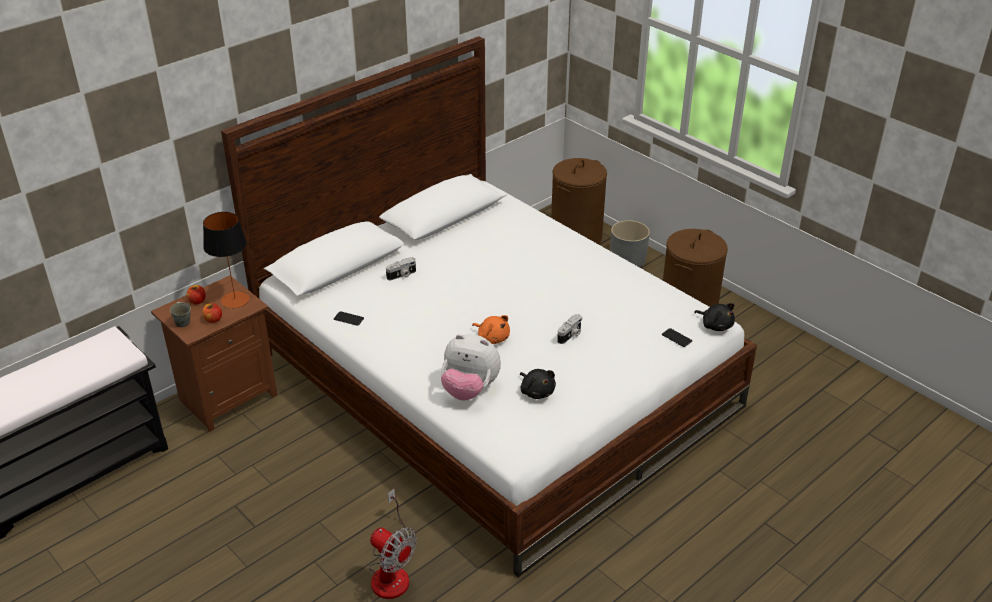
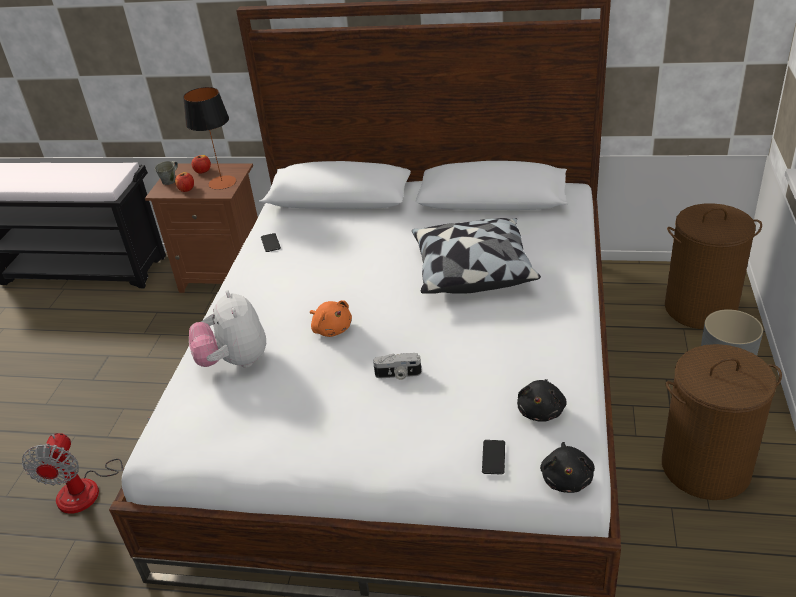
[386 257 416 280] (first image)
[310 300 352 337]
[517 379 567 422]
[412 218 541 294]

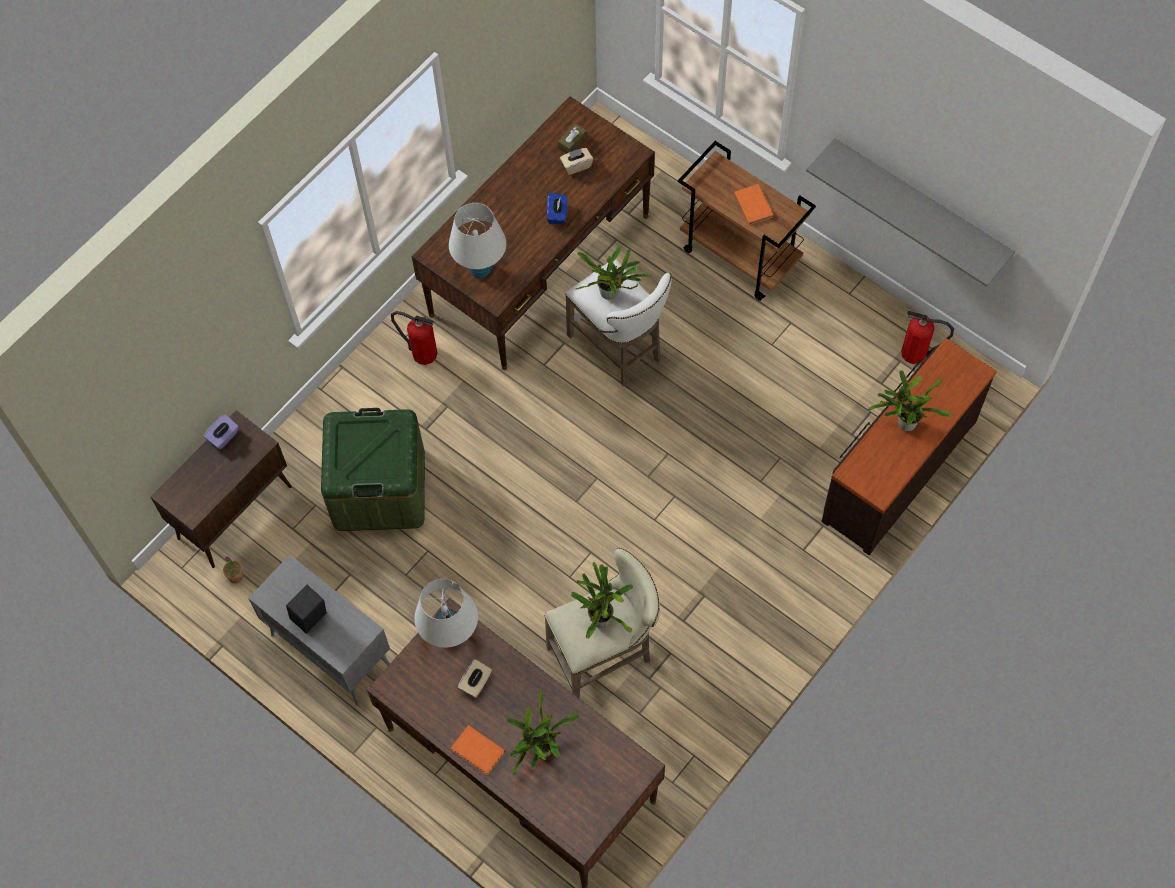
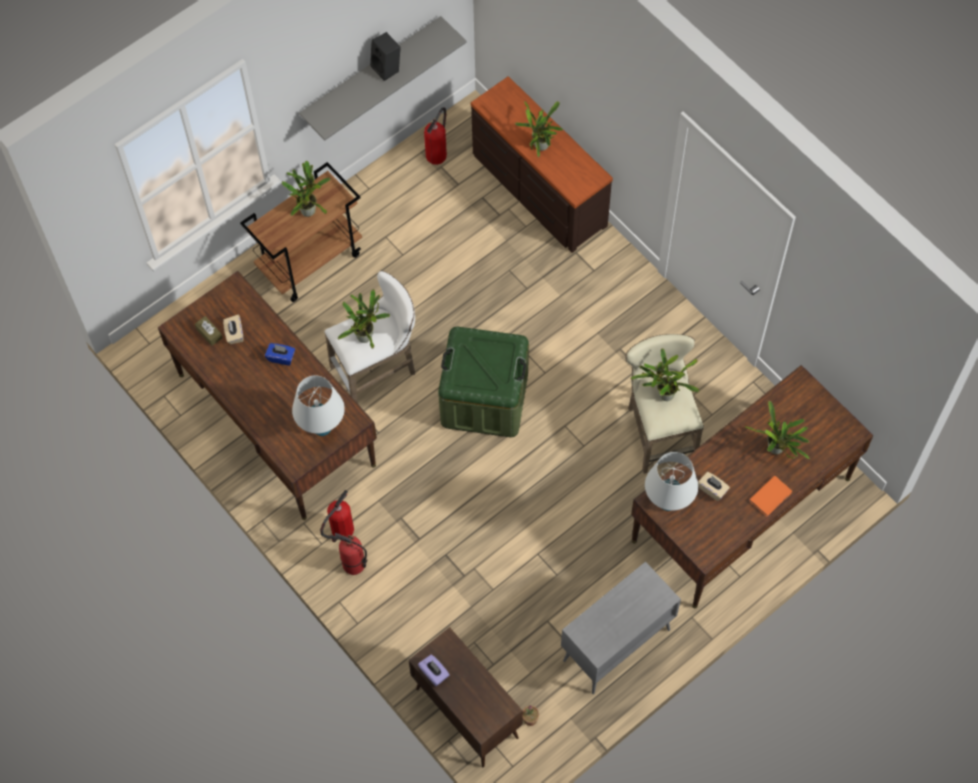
[282 161 331 217]
[438 327 529 437]
[370 32 401 81]
[334 533 367 575]

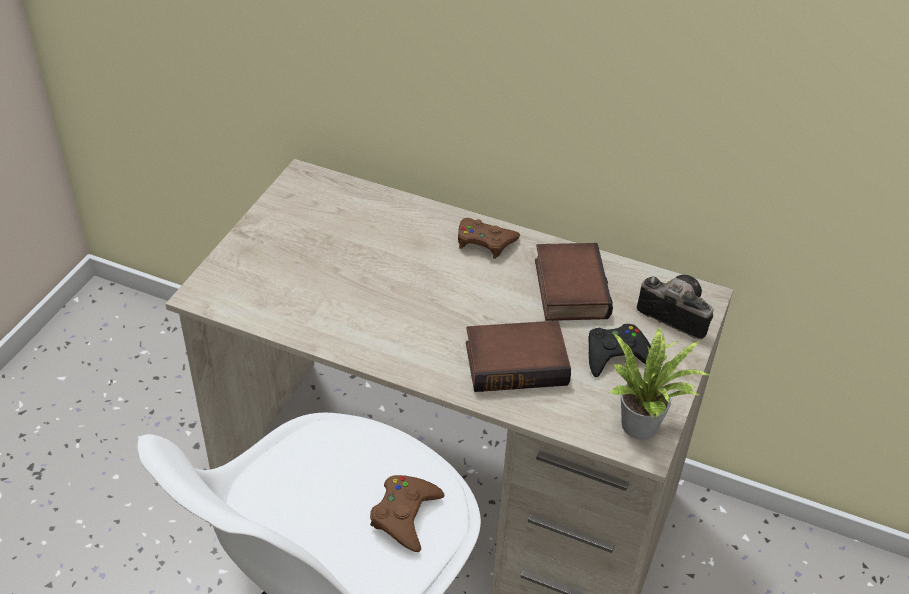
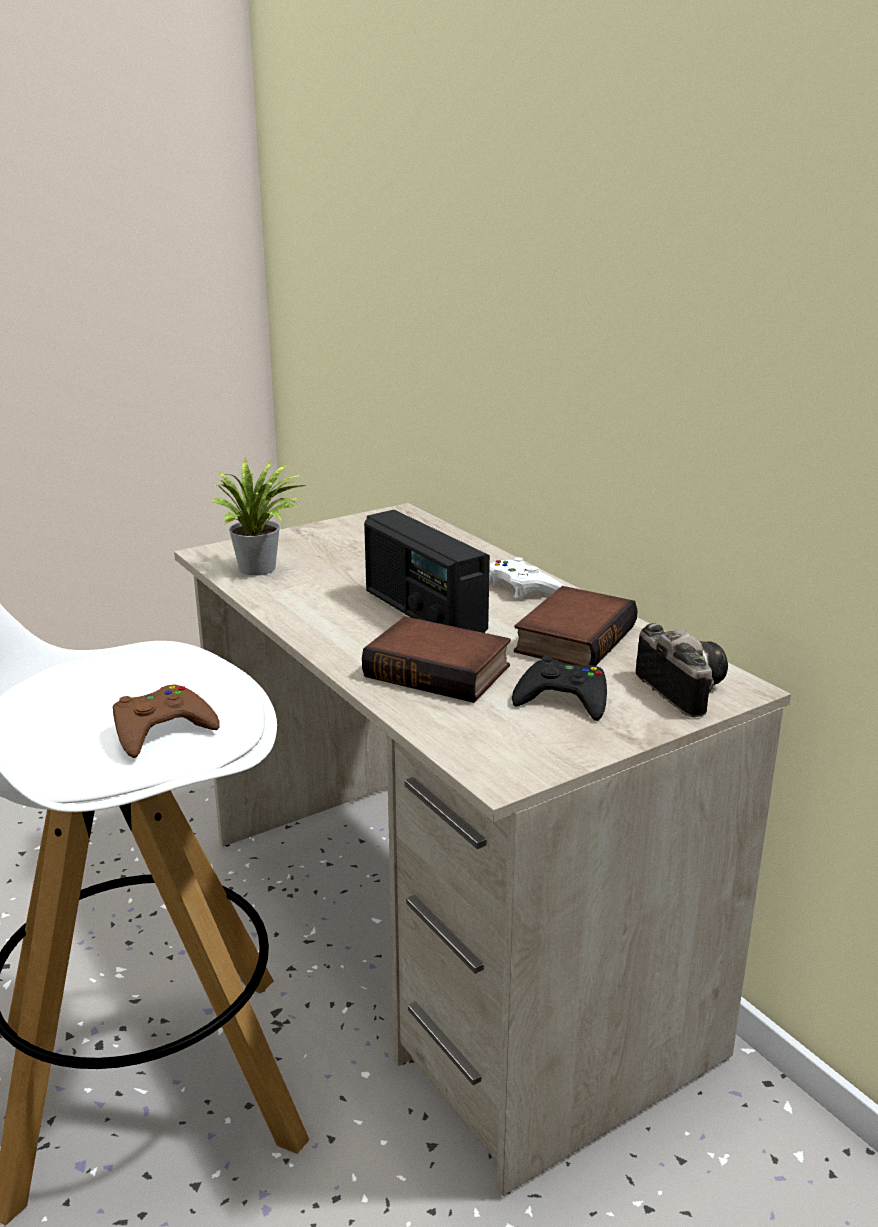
[489 557 564 599]
[211 458 306 575]
[364 510 490 633]

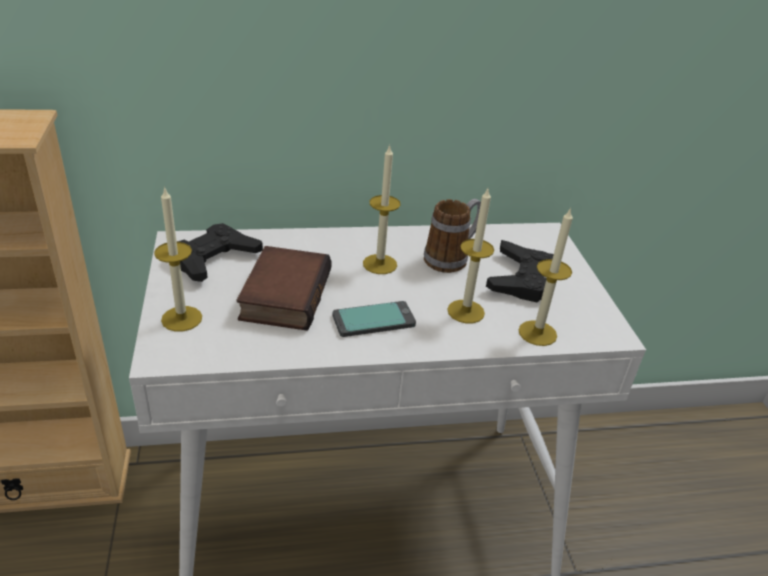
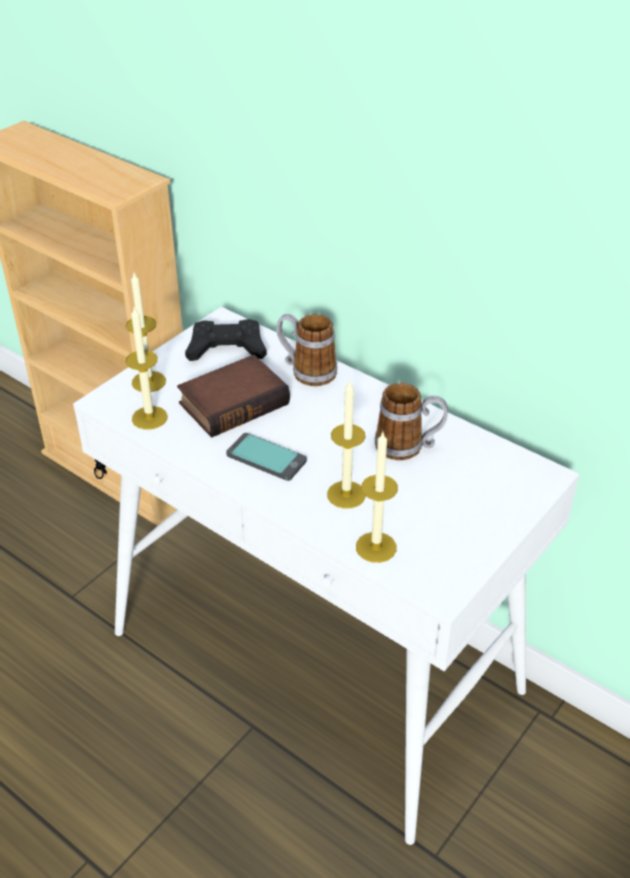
[126 307 168 430]
[486 240 554 302] (first image)
[276 314 337 386]

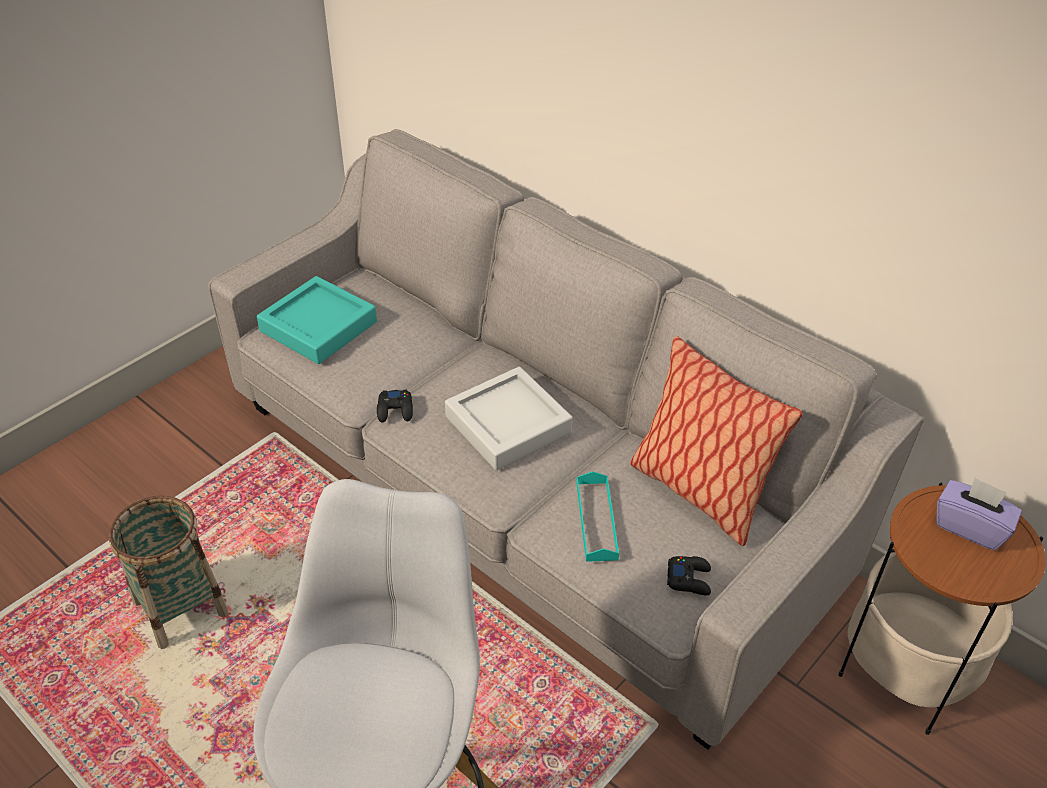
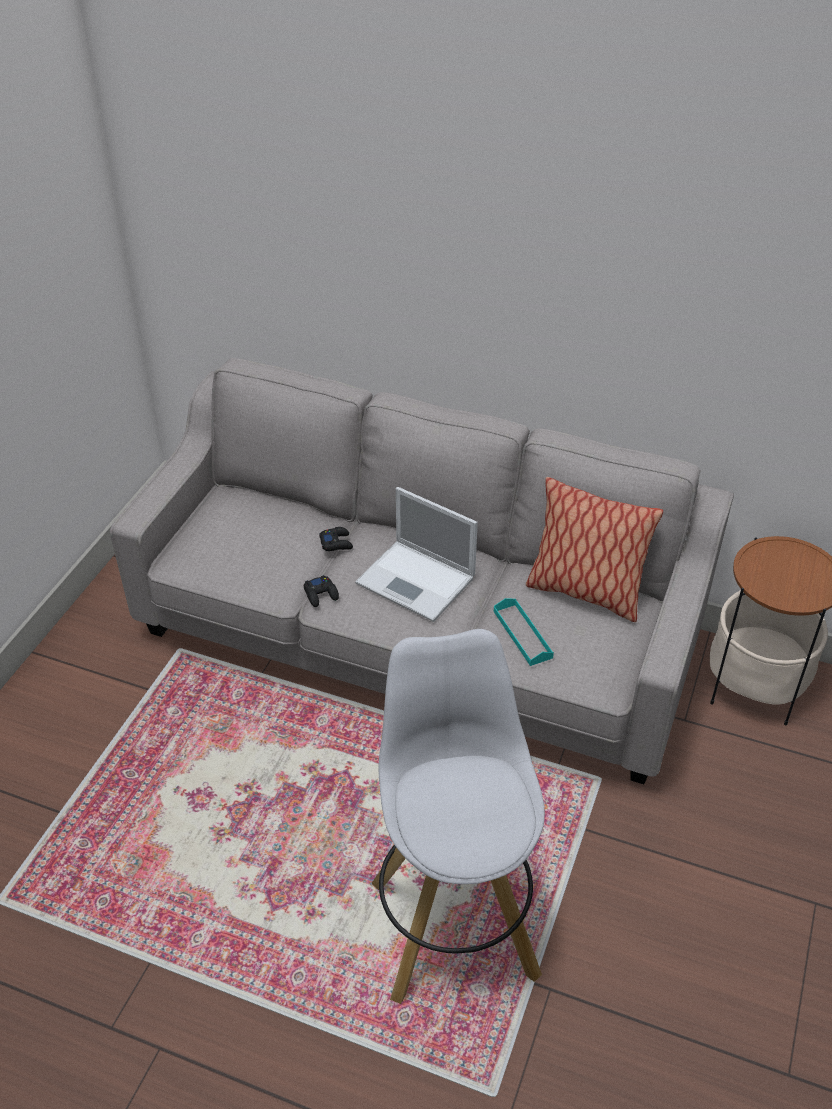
[257 276 377 364] (first image)
[355 487 478 622]
[937 477 1022 550] (first image)
[109 496 228 649] (first image)
[319 527 353 551]

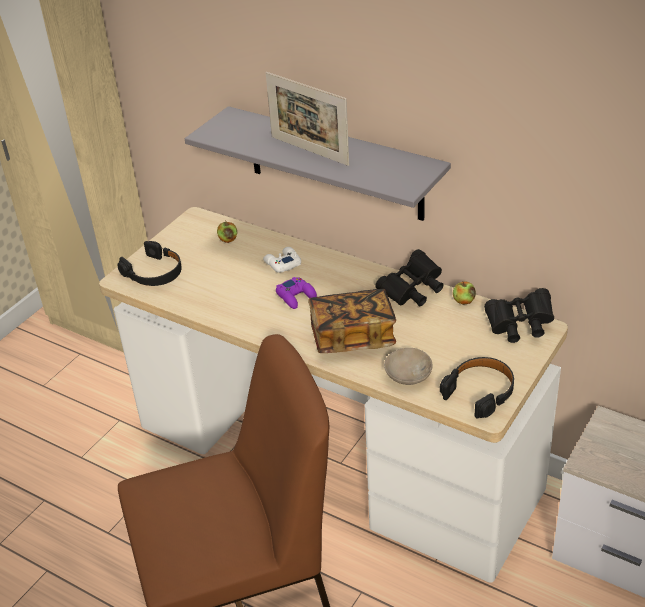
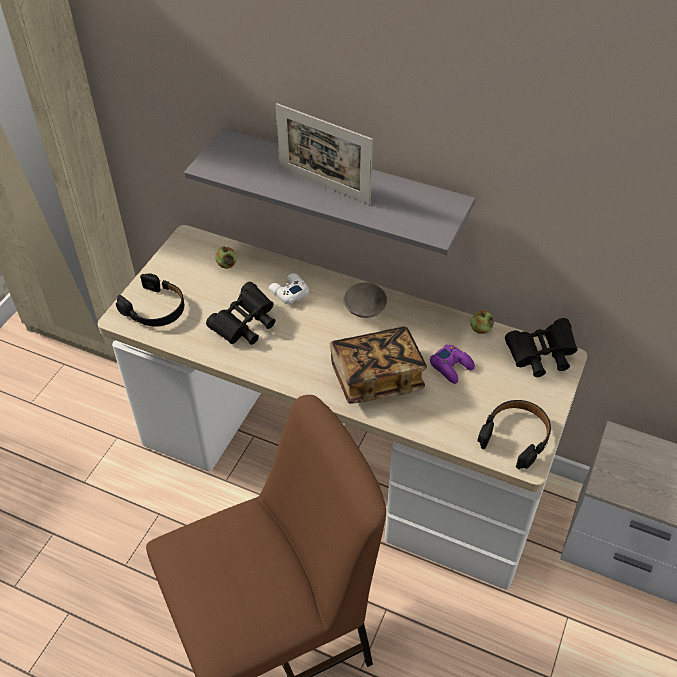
[206 282 275 345]
[430 344 475 384]
[343 283 387 318]

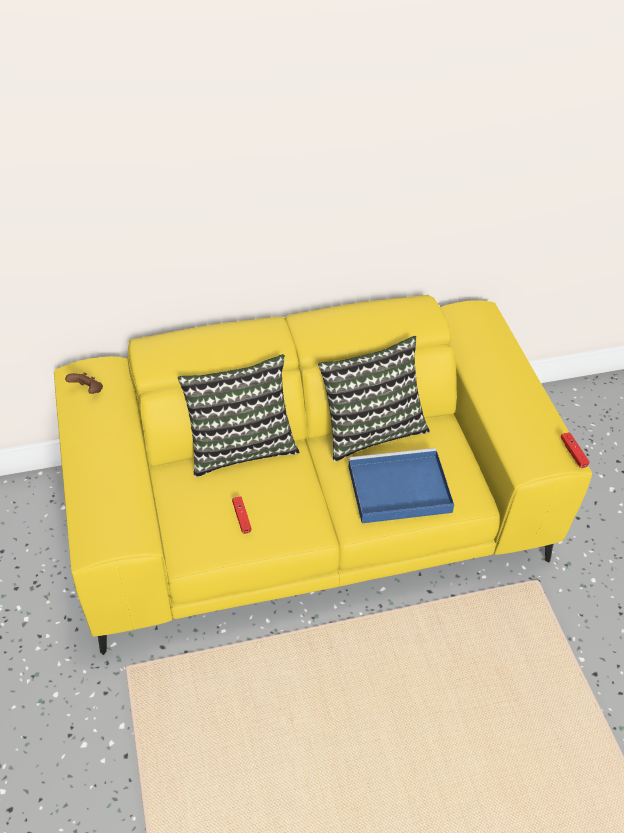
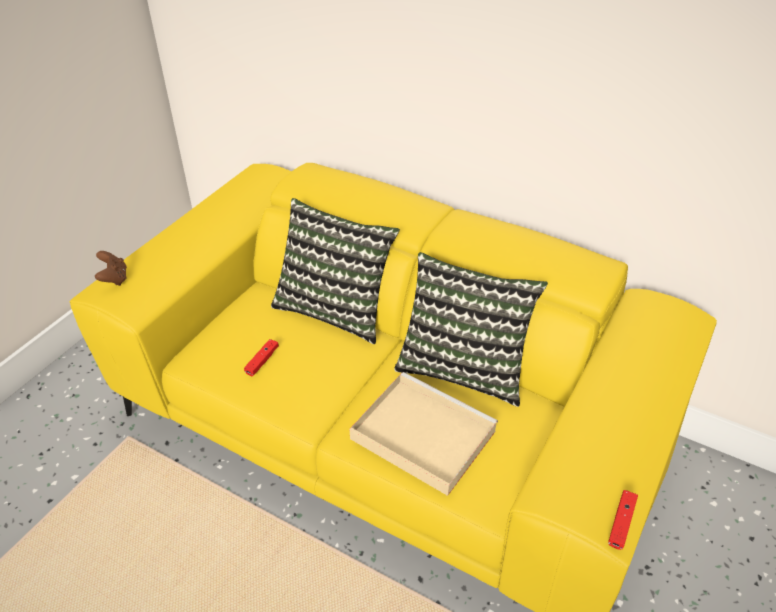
[95 251 127 286]
[350 372 498 496]

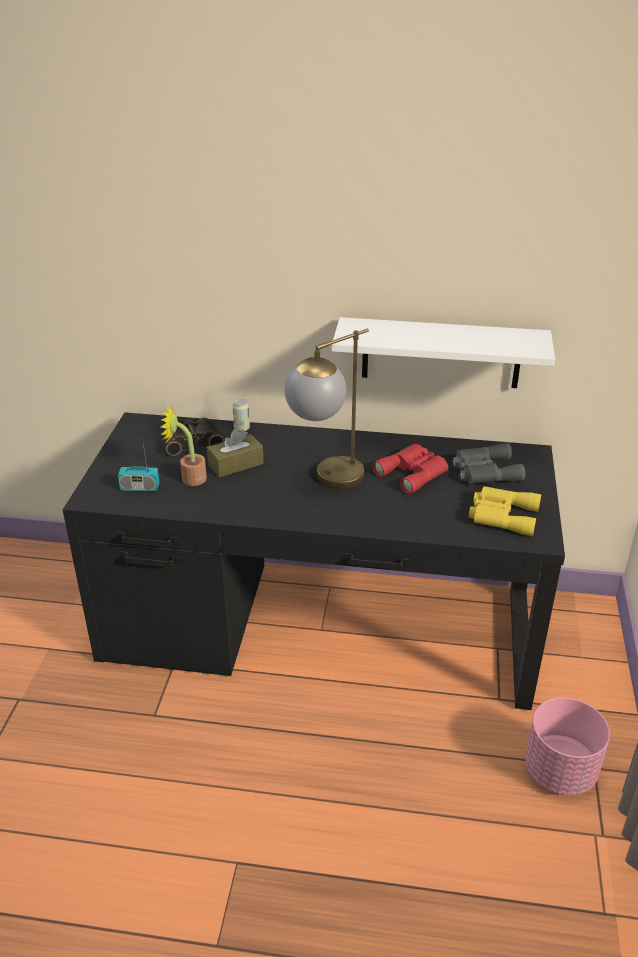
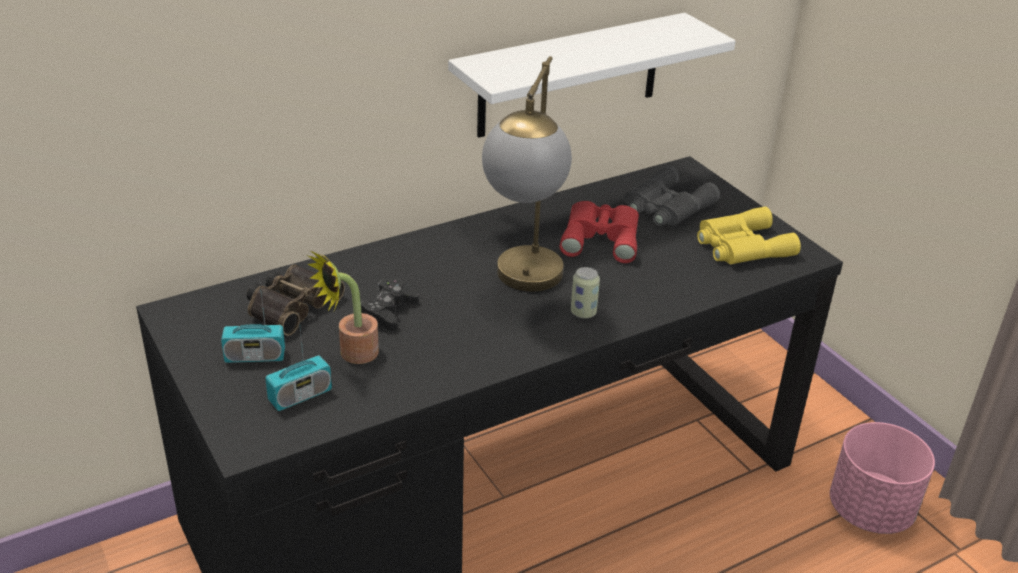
[571 267 600 319]
[361 279 419 331]
[221 278 285 363]

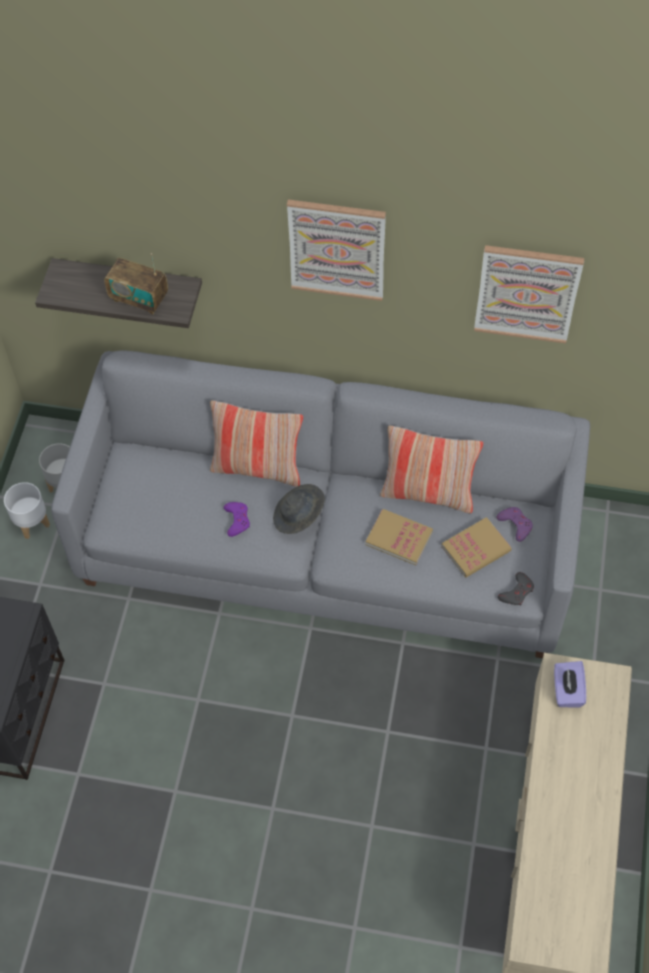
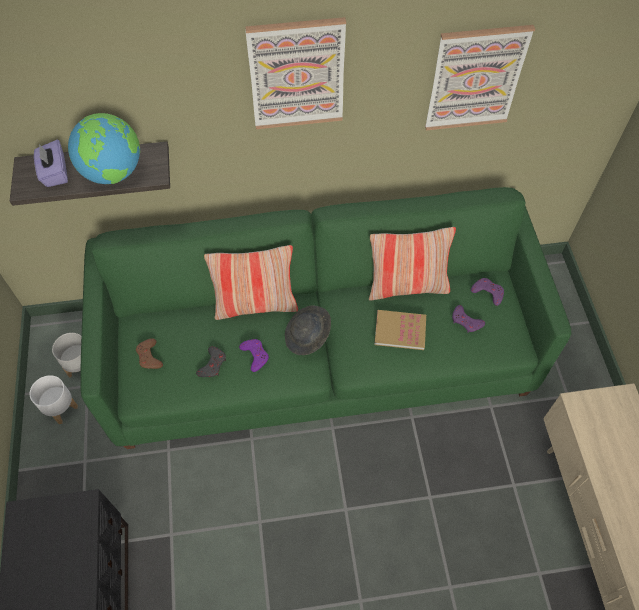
[68 113 140 184]
[80 187 572 449]
[452 305 485 333]
[196 346 226 377]
[34 140 68 187]
[136 338 163 369]

